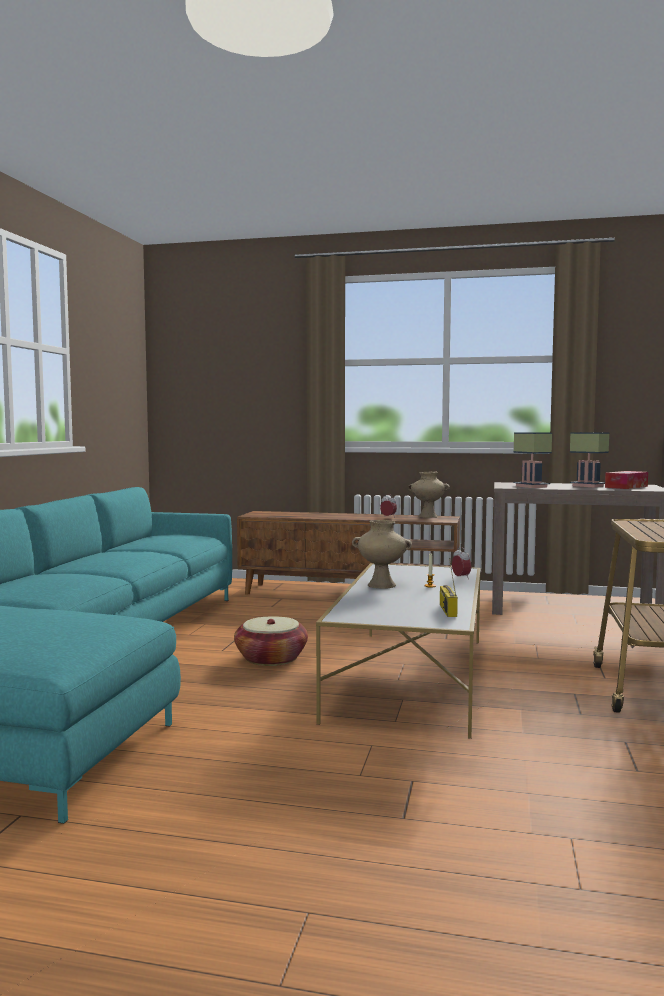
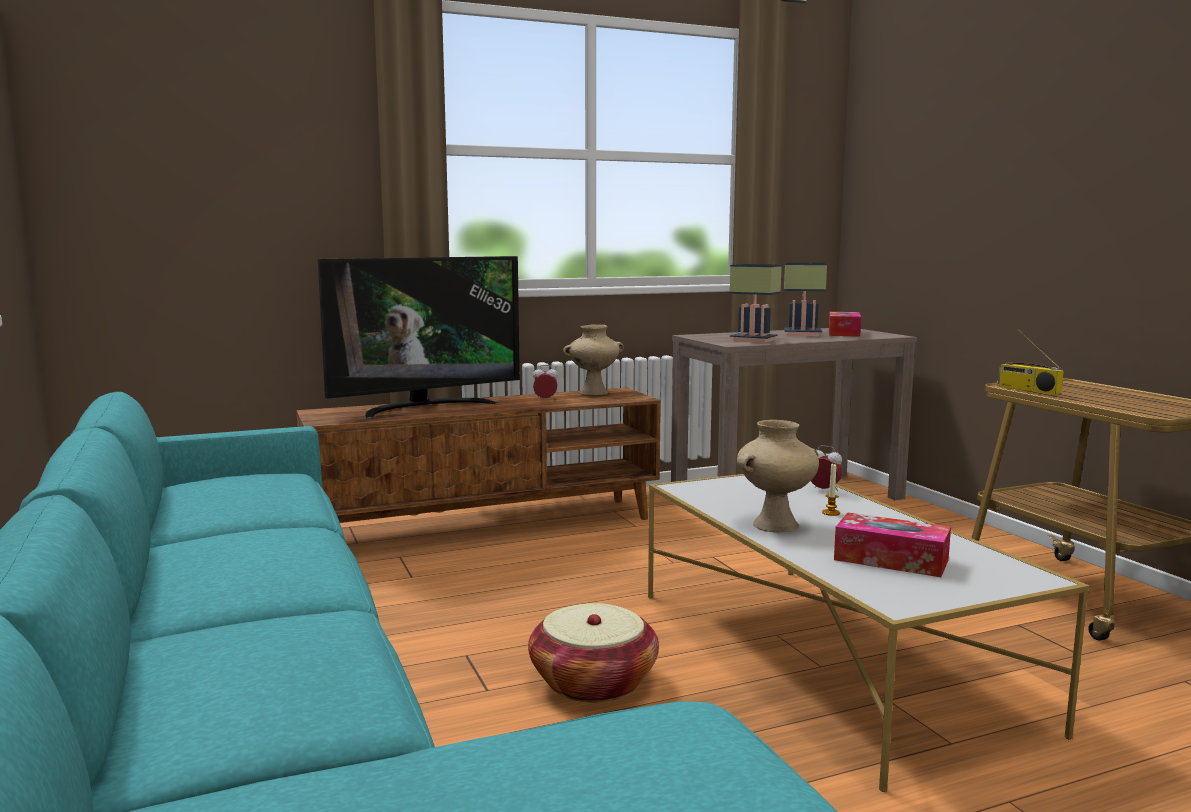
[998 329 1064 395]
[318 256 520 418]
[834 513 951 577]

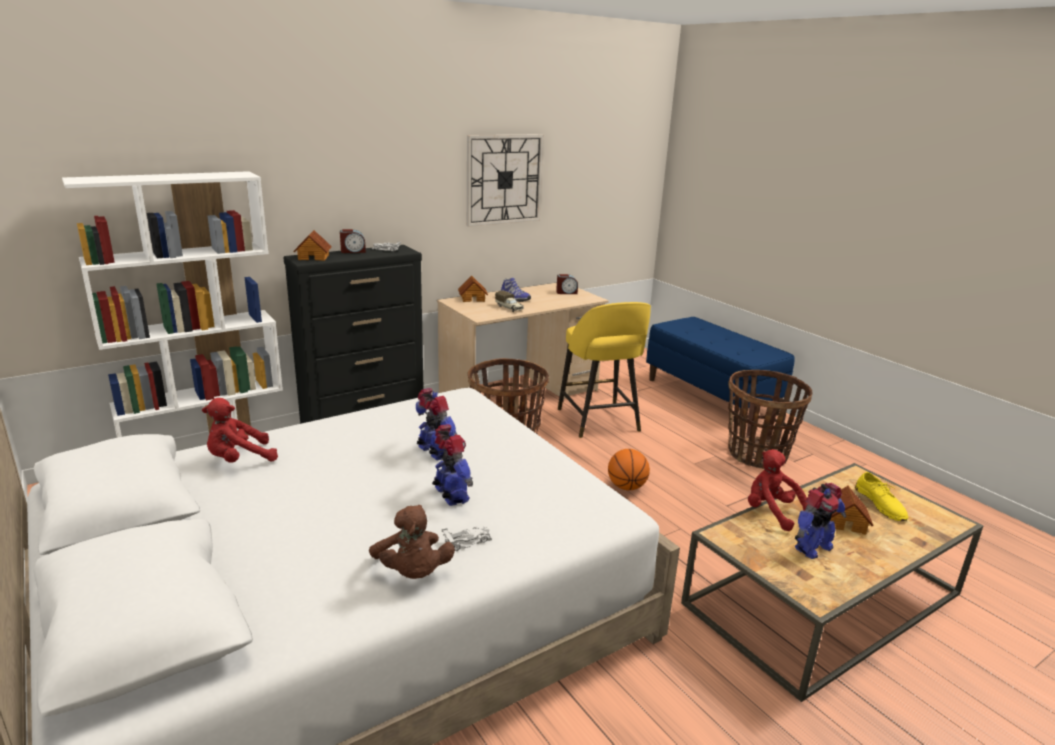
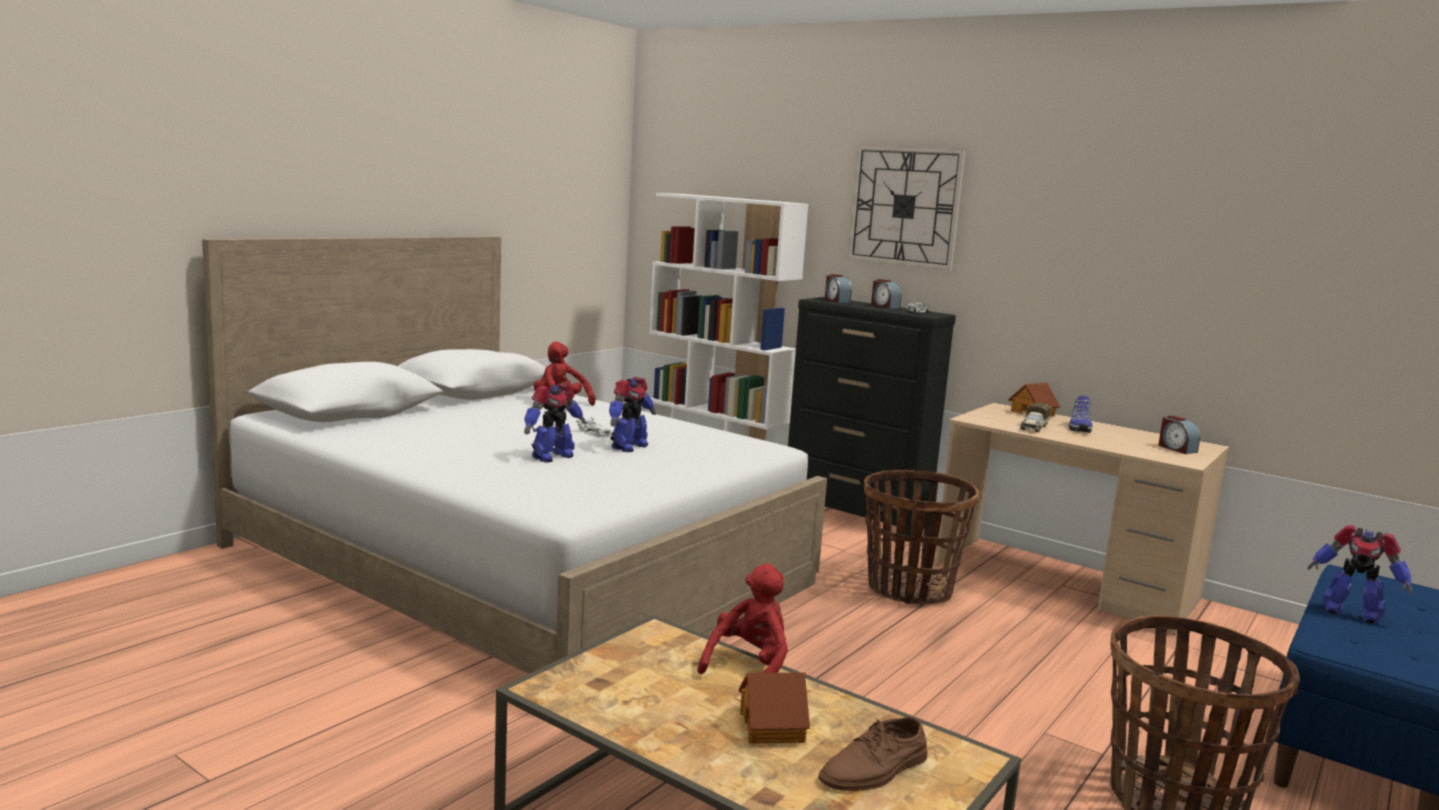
[847 145 966 270]
[825 274 852 303]
[558 302 651 438] (first image)
[608 449 650 490] (first image)
[818 717 927 791]
[1307 525 1413 624]
[369 505 455 579] (first image)
[576 418 613 438]

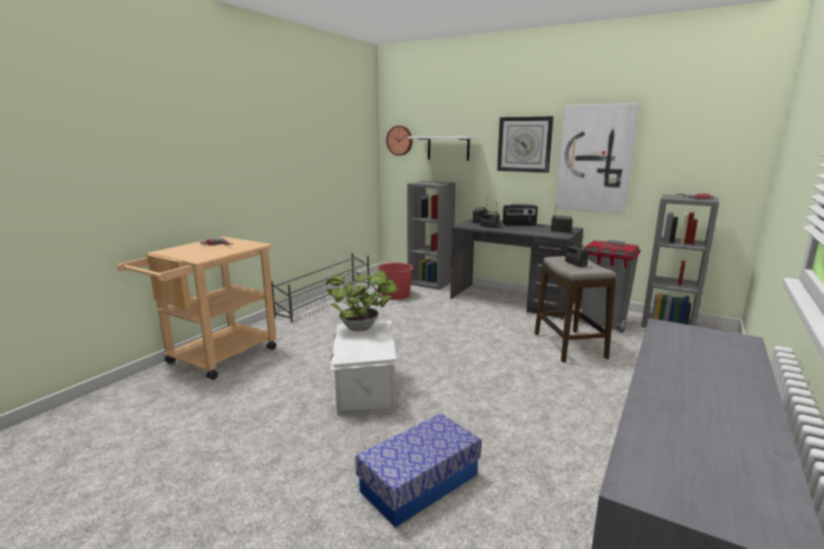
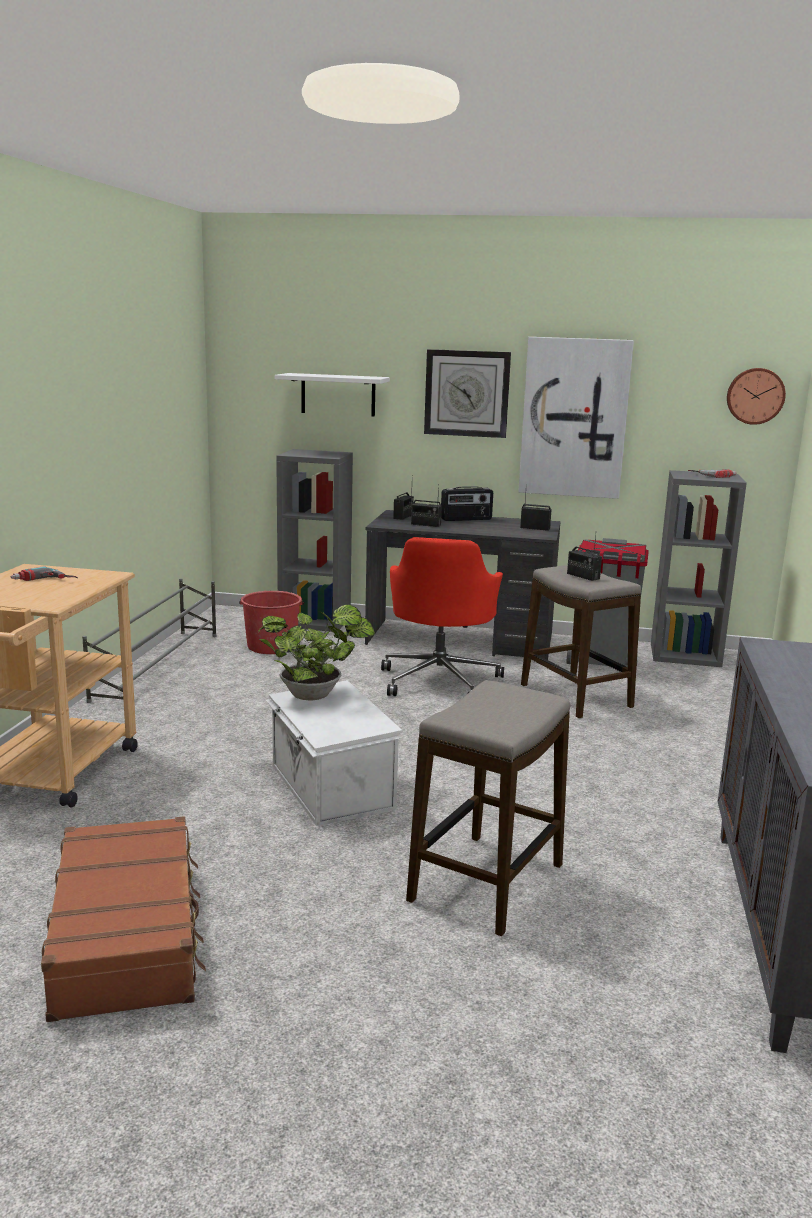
[727 368 786 425]
[406 680 570 936]
[381 537 504 696]
[41 816 206 1022]

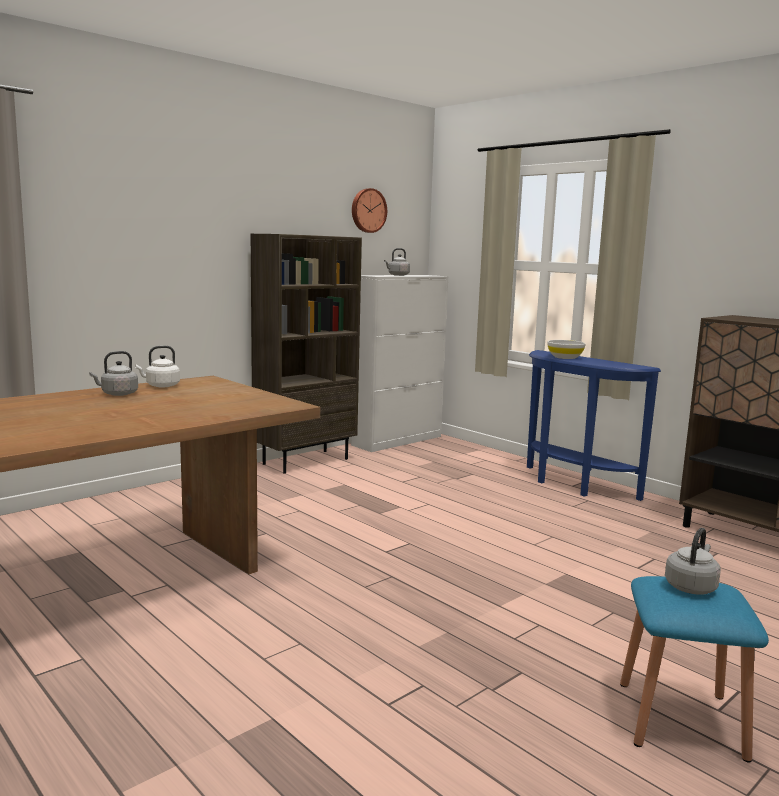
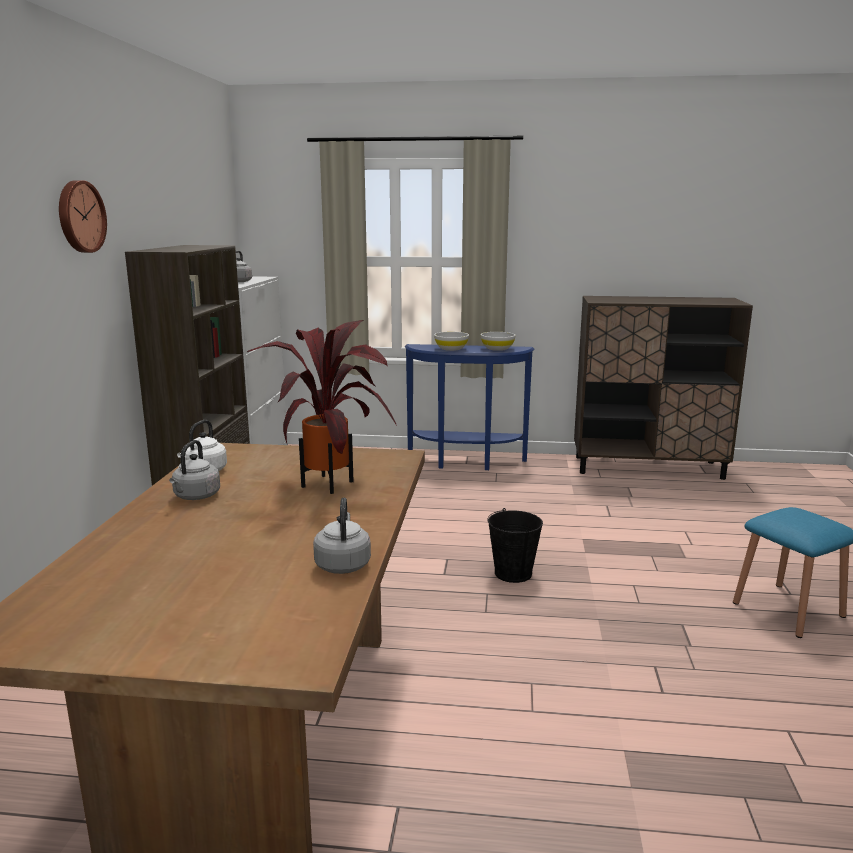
[59 180 107 253]
[313 498 371 574]
[247 320 397 494]
[481 332 516 351]
[487 508 543 583]

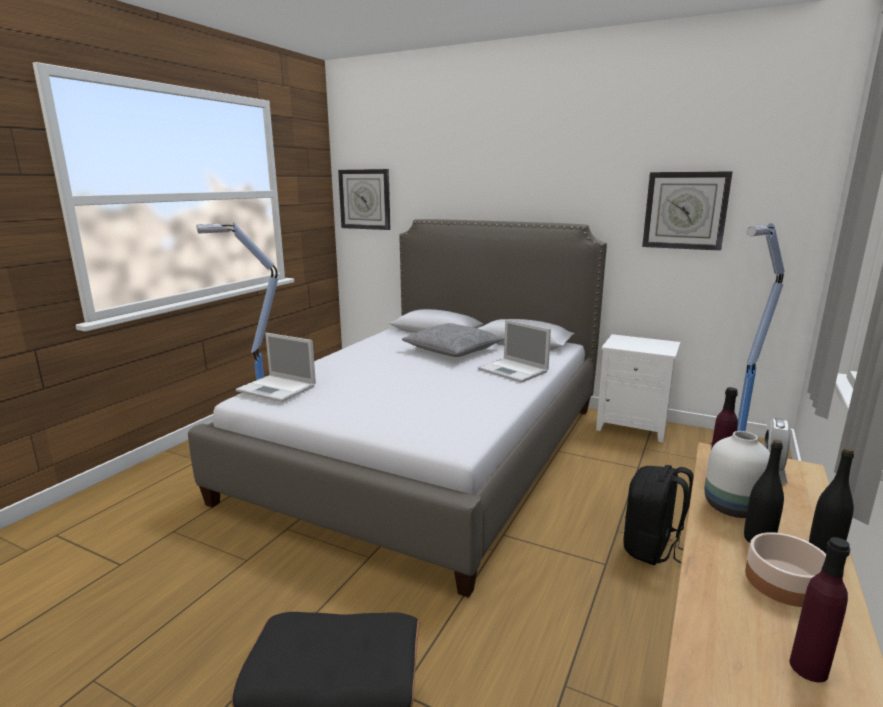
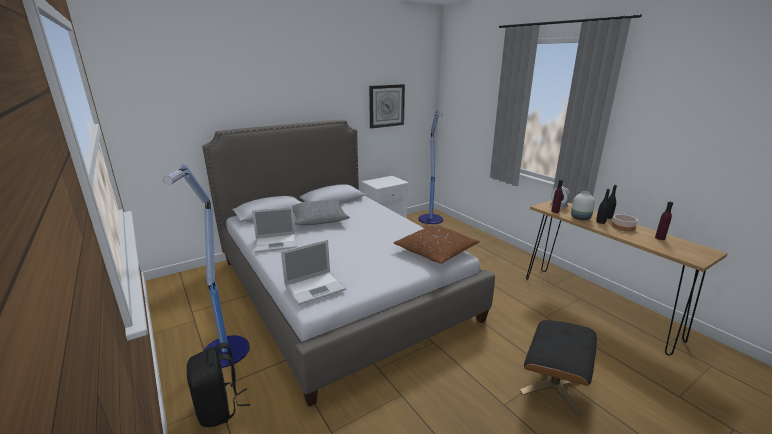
[338 169 391 230] (first image)
[252 207 297 253]
[187 342 250 427]
[394 225 480 264]

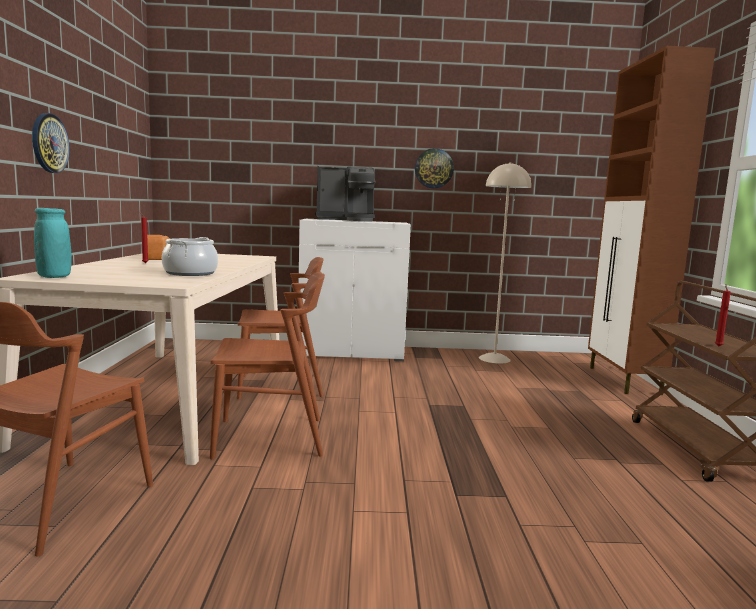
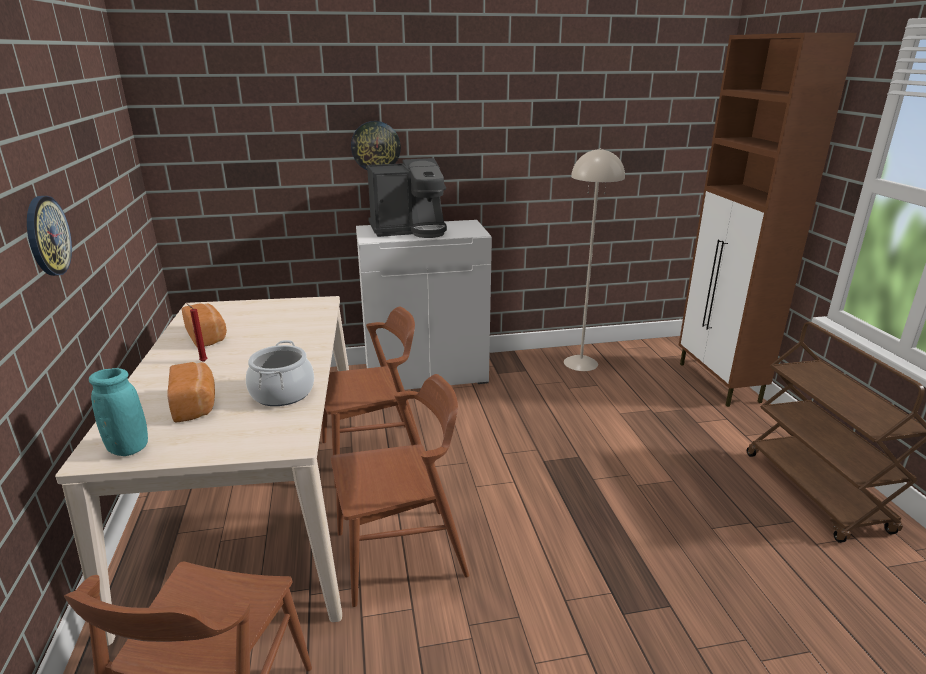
[351 121 401 170]
[715 284 731 346] (first image)
[167 362 215 423]

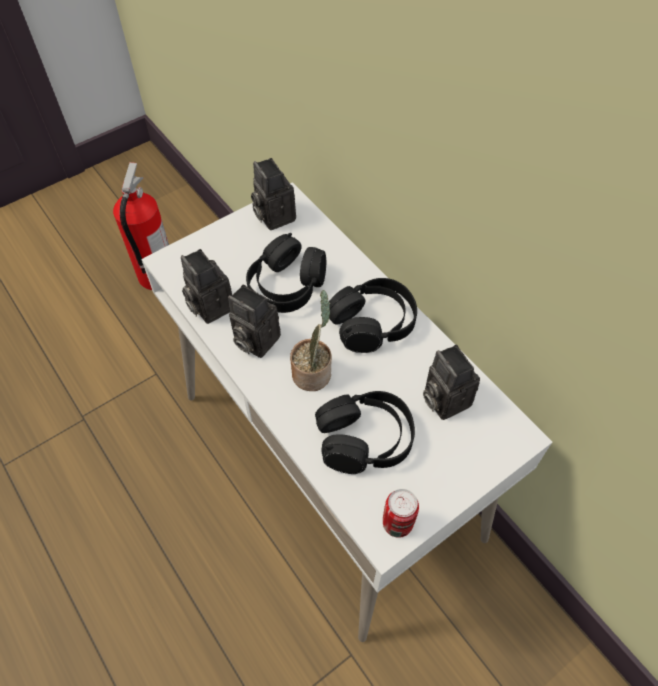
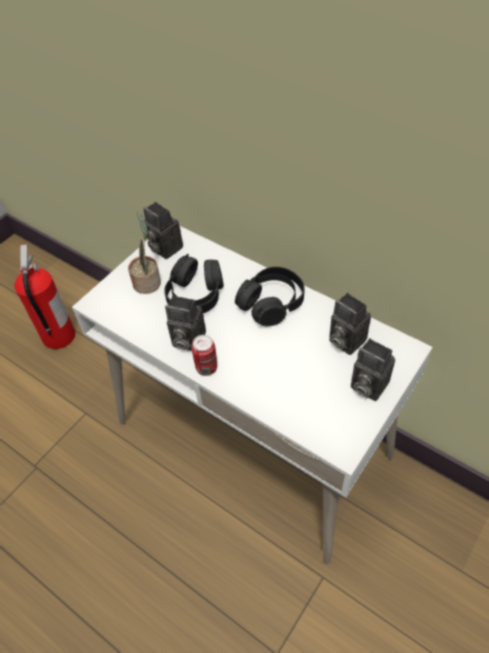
[351 338 395 401]
[128 211 161 294]
[315 391 415 474] (first image)
[192 335 217 376]

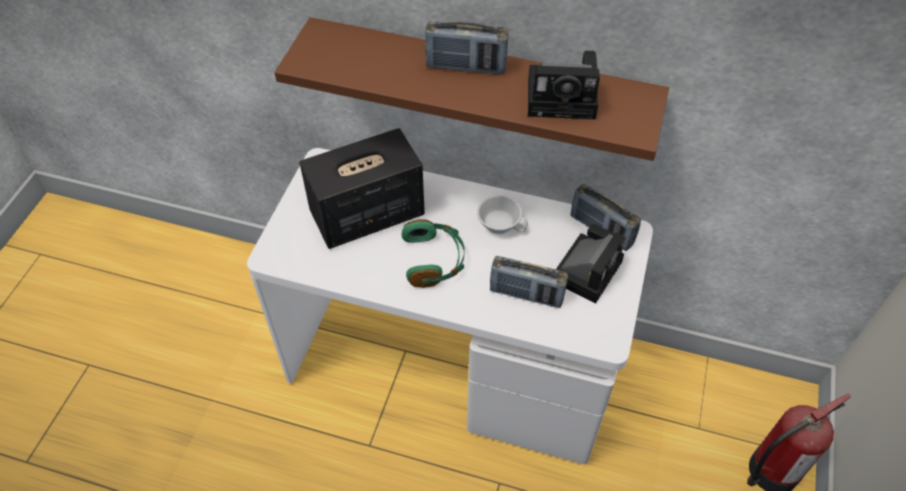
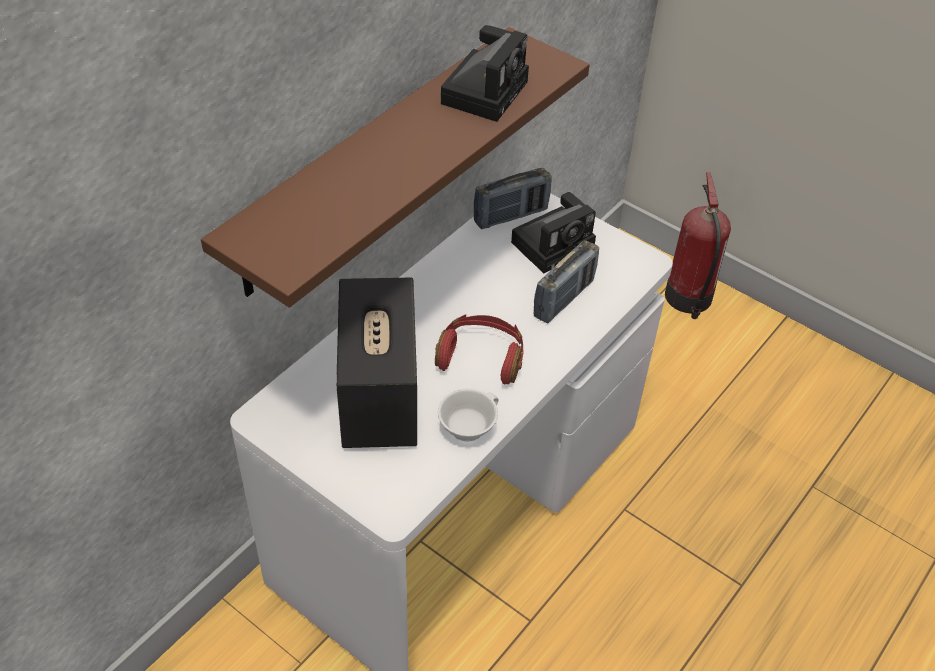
[425 21 508 74] (first image)
[438 389 499 441]
[435 314 524 384]
[511 192 596 273]

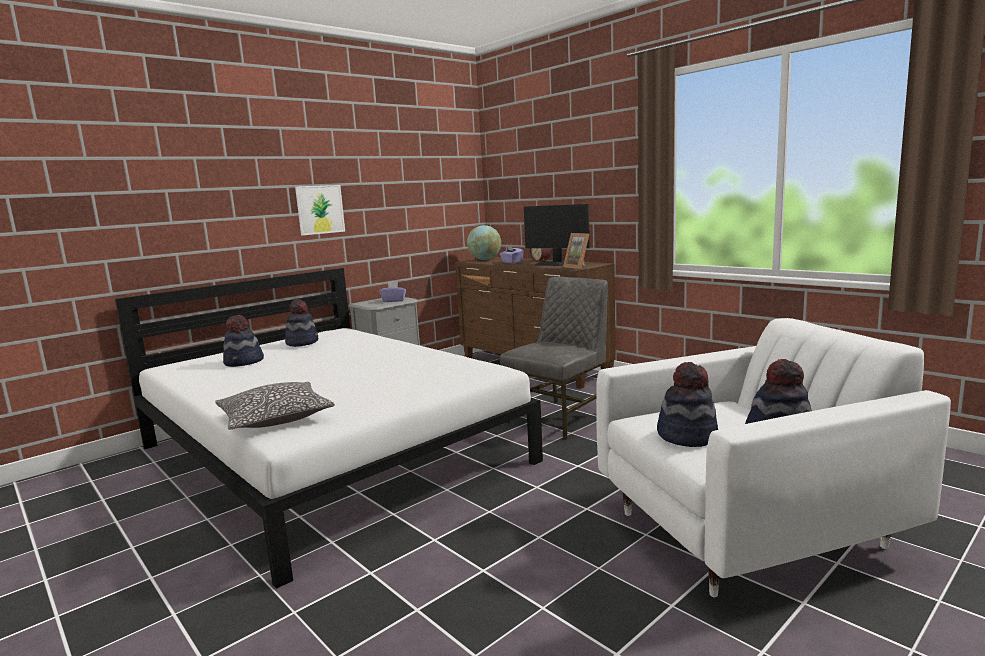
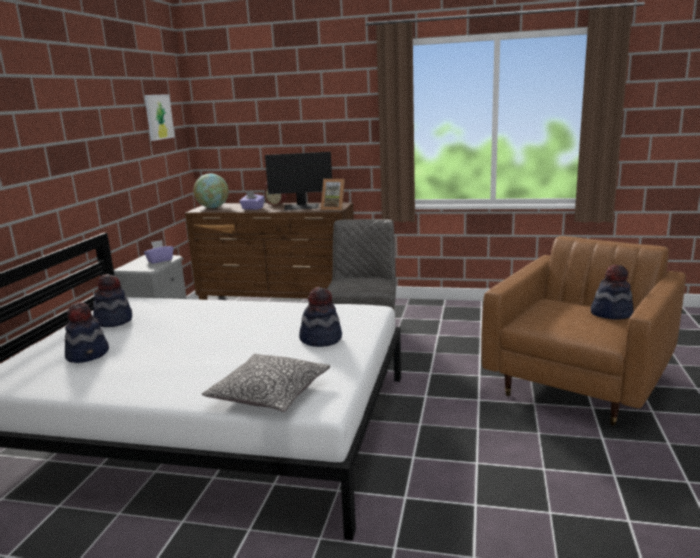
[144 94 175 141]
[481 236 686 425]
[299 287 342 347]

